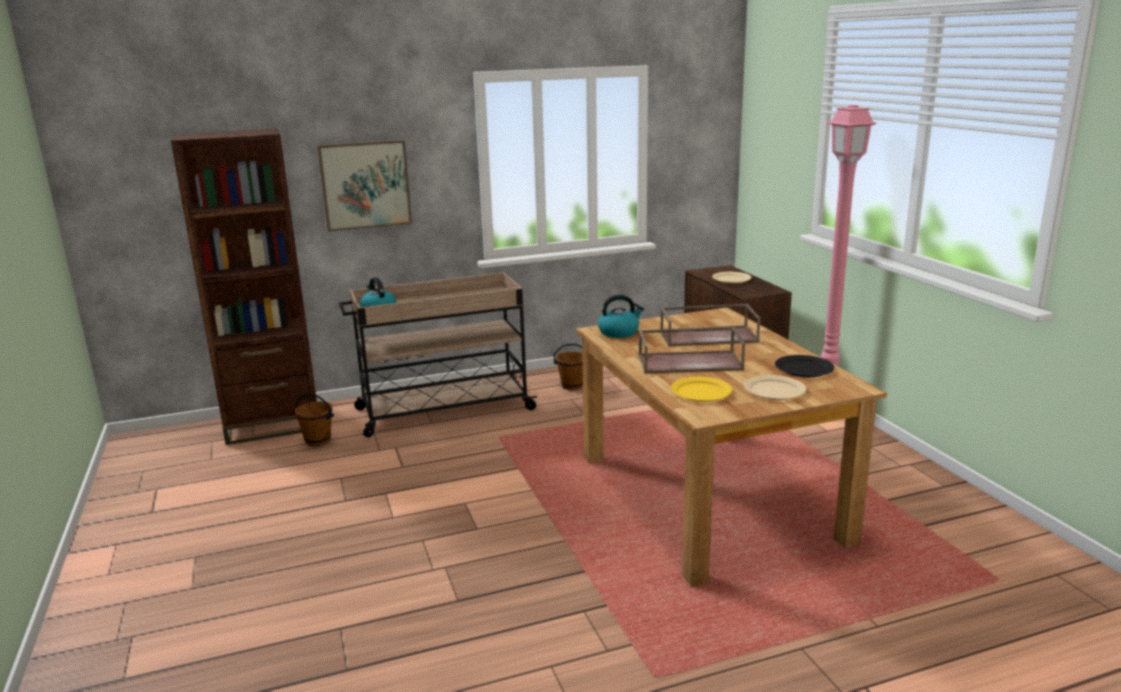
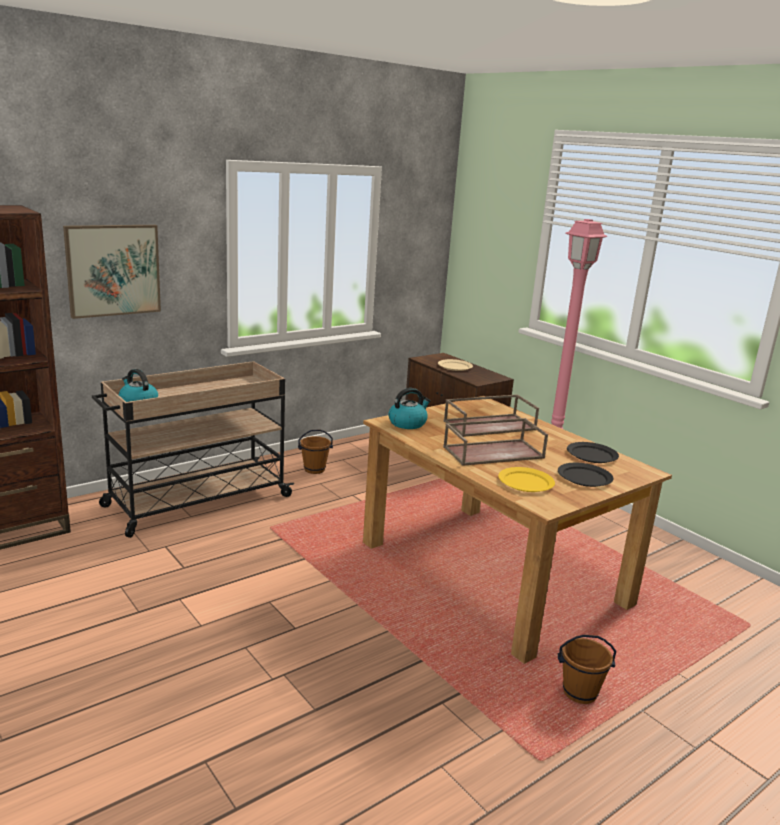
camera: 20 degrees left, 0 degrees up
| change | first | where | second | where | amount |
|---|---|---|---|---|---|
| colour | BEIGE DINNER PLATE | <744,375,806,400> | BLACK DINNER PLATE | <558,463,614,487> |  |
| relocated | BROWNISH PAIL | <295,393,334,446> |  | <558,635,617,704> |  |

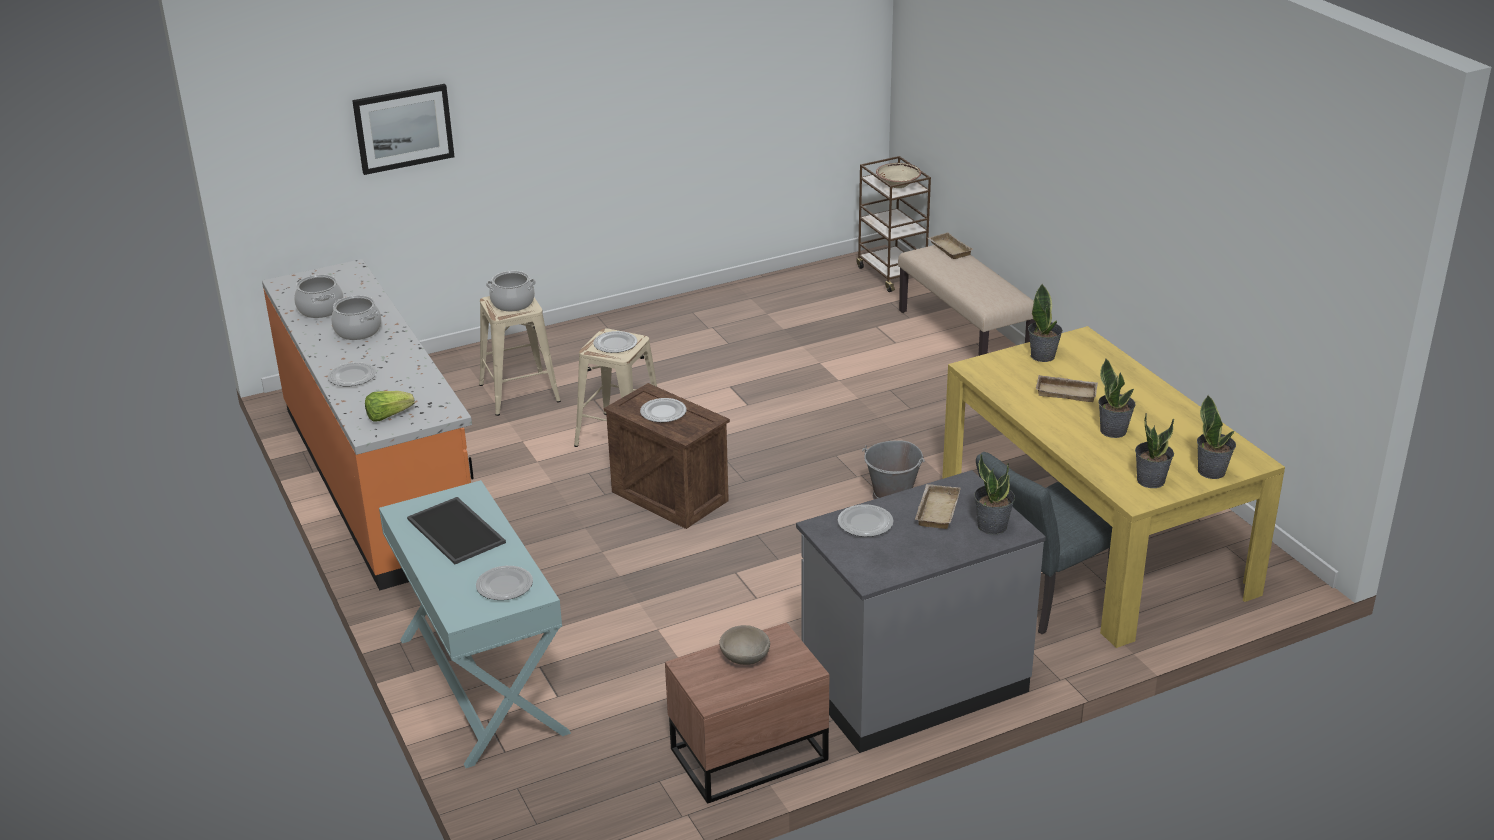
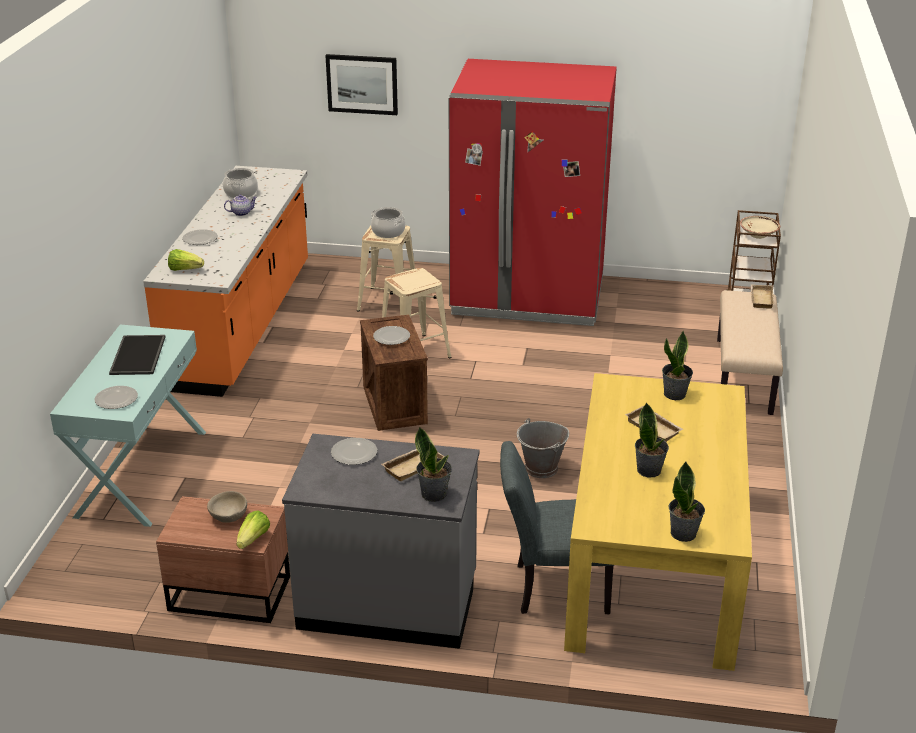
camera: 35 degrees right, 0 degrees up
| change | first | where | second | where | amount |
|---|---|---|---|---|---|
| exchanged | SAUCEPOT | <331,295,381,340> | TEA POT | <224,195,257,216> |  |
| missing | DINNER PLATE | <593,331,637,353> |  |  |  |
| missing | POTTED PLANT | <1135,413,1174,488> |  |  |  |
| appeared |  |  | REDDISH KITCHEN FRIDGE | <449,59,617,326> |  |
| appeared |  |  | HEAD OF LETTUCE | <236,511,270,549> |  |

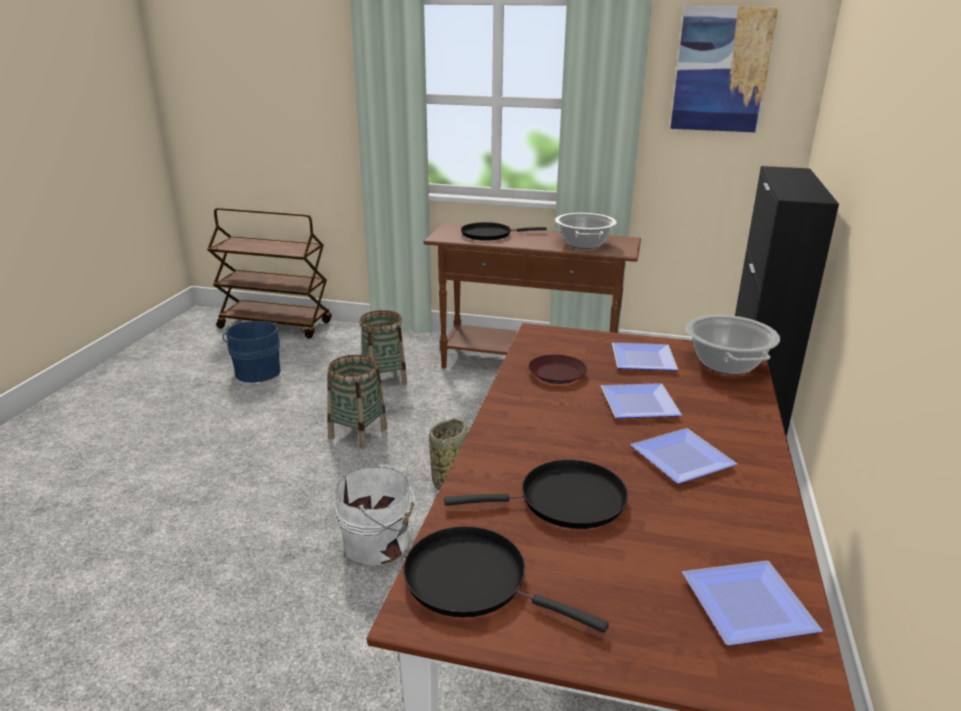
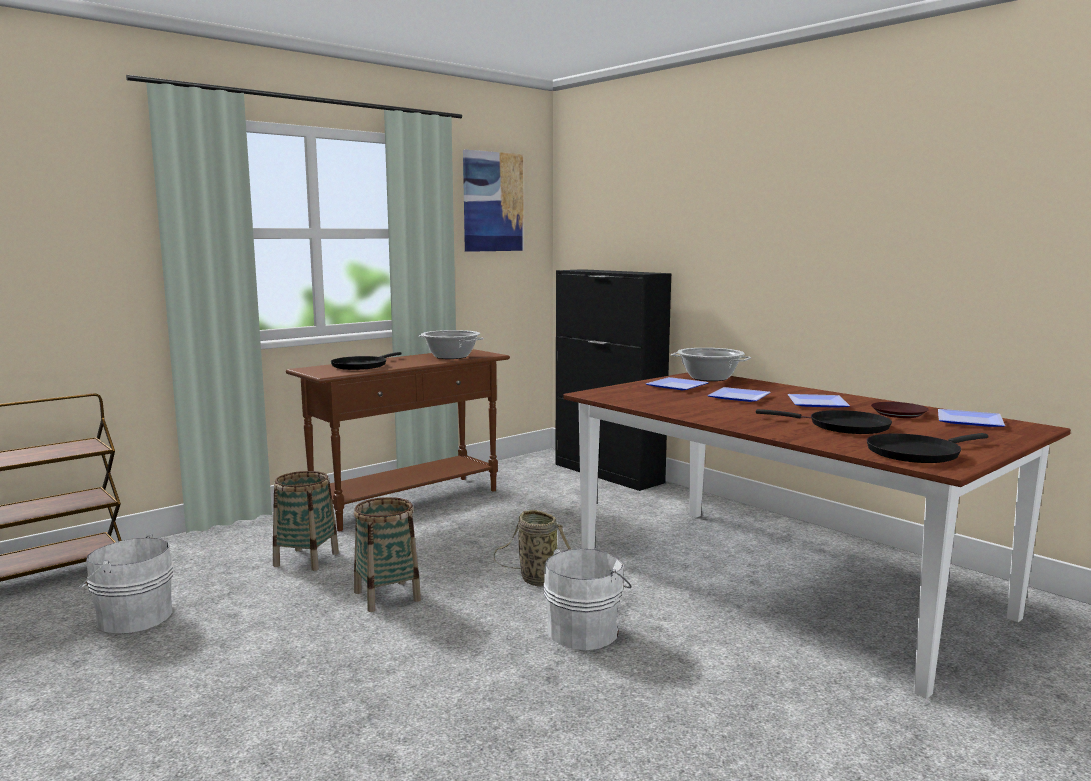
camera: 55 degrees left, 15 degrees down
| change | first | where | second | where | amount |
|---|---|---|---|---|---|
| colour | BLUISH PAIL | <223,321,281,383> | WHITE PAIL | <79,534,173,633> |  |
| relocated | BROWNISH DINNER PLATE | <528,354,587,384> |  | <871,402,929,418> |  |
| spun | BLACK SKILLET | <444,460,628,529> |  | <756,409,892,434> | 90 degrees clockwise |

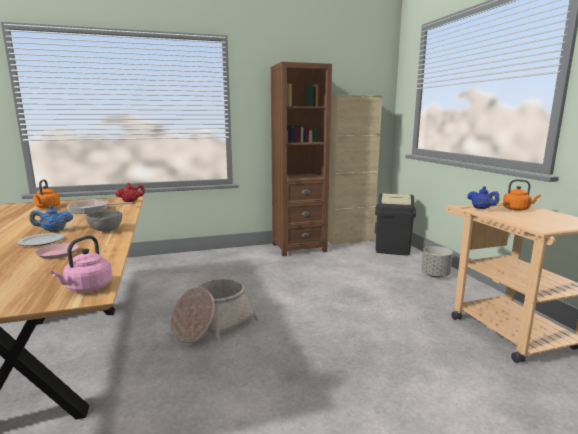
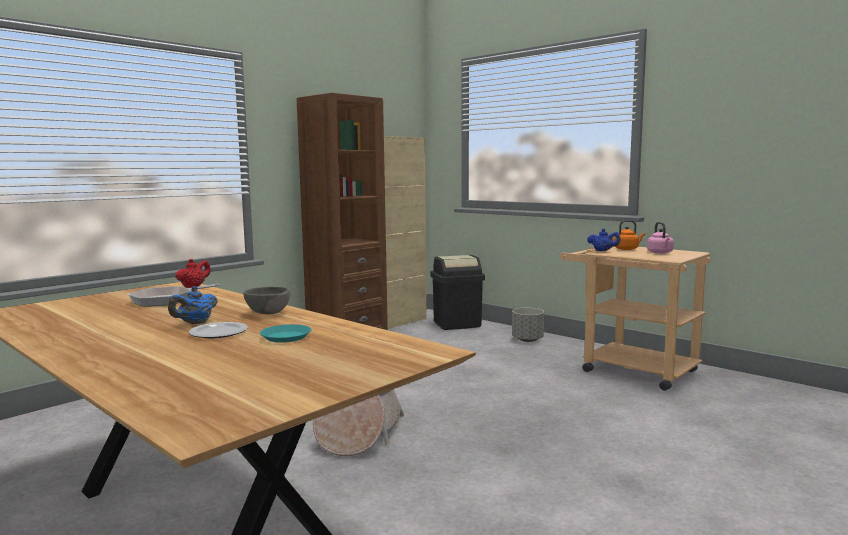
camera: 30 degrees left, 5 degrees down
| change | first | where | second | where | amount |
|---|---|---|---|---|---|
| missing | ORANGE KETTLE | <33,180,60,208> |  |  |  |
| relocated | PINK-COLOURED KETTLE | <51,236,112,292> |  | <647,222,674,254> |  |
| colour | PINK-COLOURED DINNER PLATE | <35,243,79,259> | BLUE-GREEN DINNER PLATE | <260,324,311,343> |  |

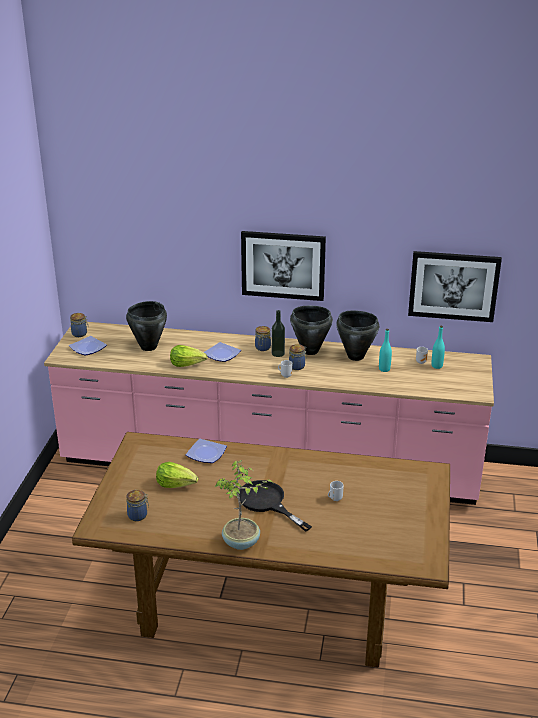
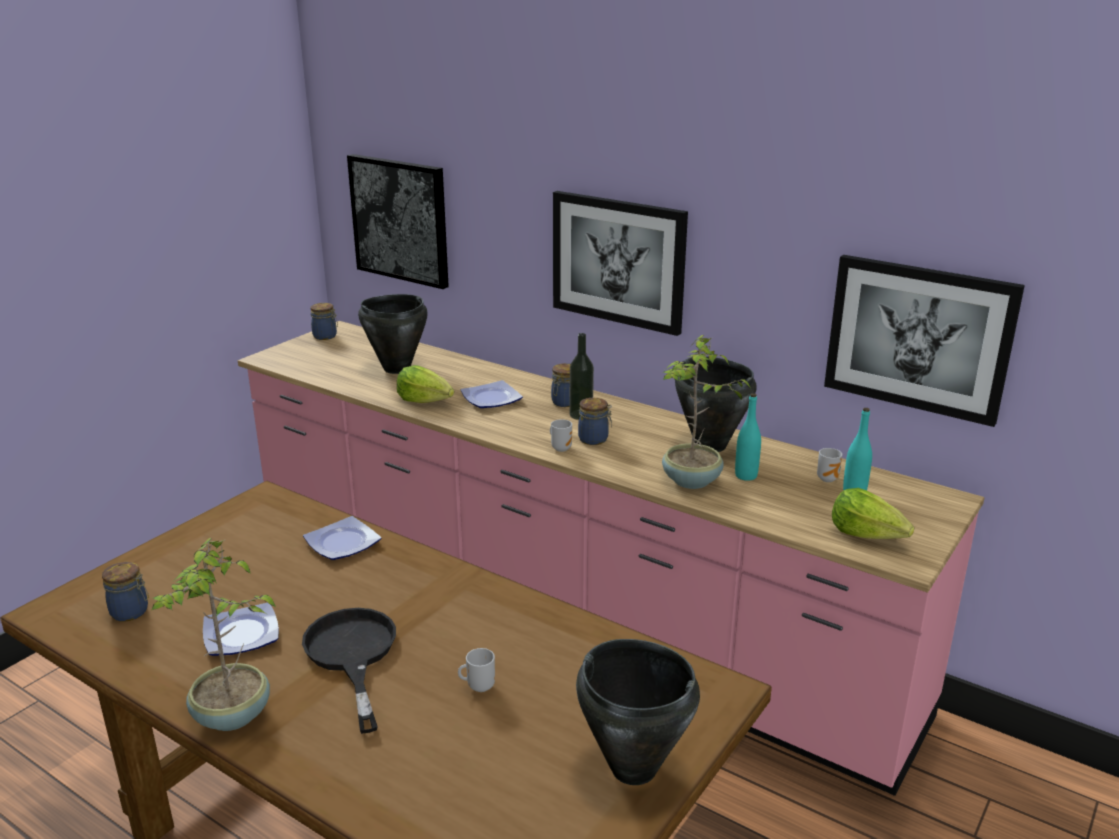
camera: 25 degrees right, 5 degrees down
| change | first | where | second | where | amount |
|---|---|---|---|---|---|
| relocated | BLACK SAUCEPOT | <290,306,333,355> |  | <576,639,700,785> |  |
| relocated | DINNER PLATE | <69,336,107,356> |  | <203,602,279,656> |  |
| relocated | HEAD OF LETTUCE | <156,462,198,488> |  | <832,488,914,539> |  |
| appeared |  |  | WALL ART | <347,154,449,289> |  |
| appeared |  |  | POTTED PLANT | <662,335,750,489> |  |

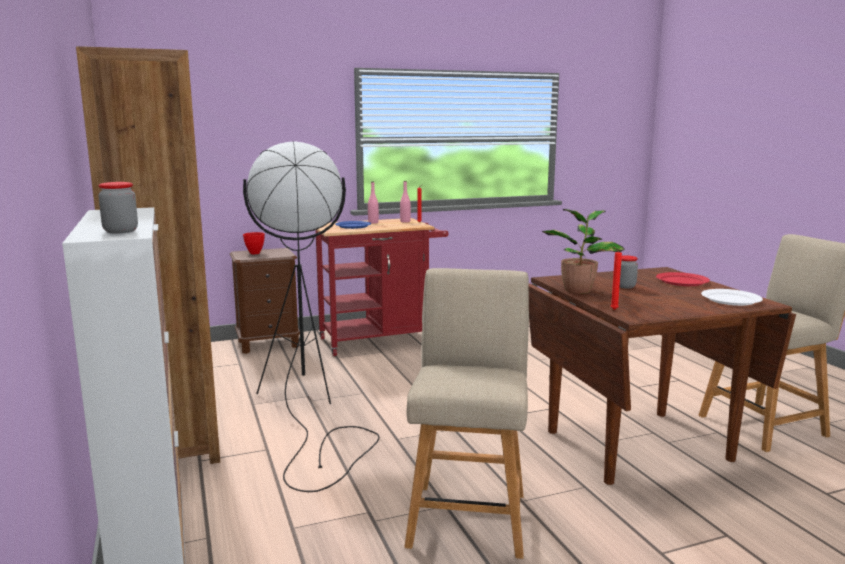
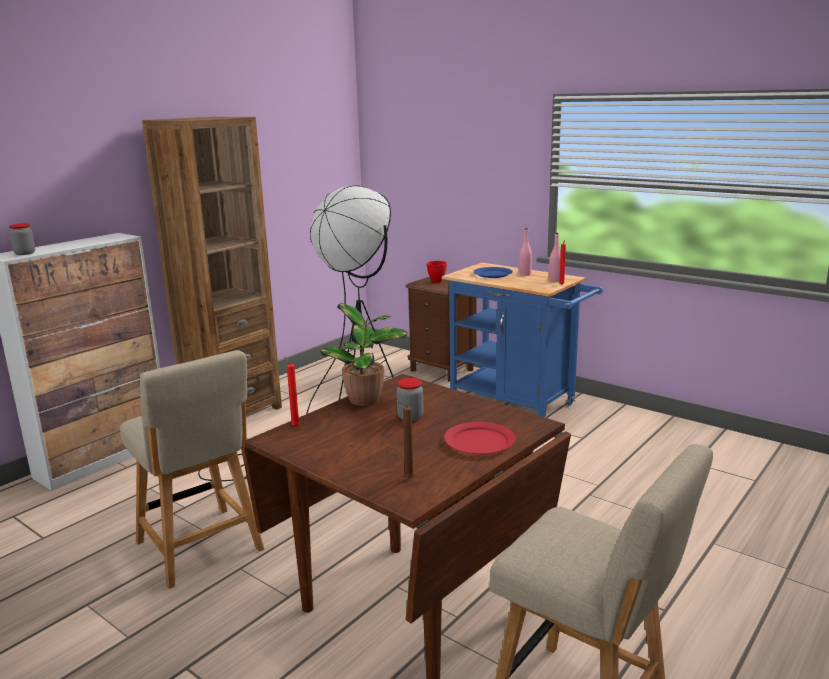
camera: 60 degrees right, 5 degrees up
| change | first | where | second | where | amount |
|---|---|---|---|---|---|
| colour | REDDISH TROLLEY | <316,218,448,356> | BLUISH TROLLEY | <442,263,603,417> |  |
| spun | BEIGE PLAIN CHAIR | <404,268,529,559> |  | <120,350,264,589> | 75 degrees clockwise |
| exchanged | WHITE DINNER PLATE | <701,289,763,306> | BROWNISH WAX LIGHT | <398,401,414,478> |  |

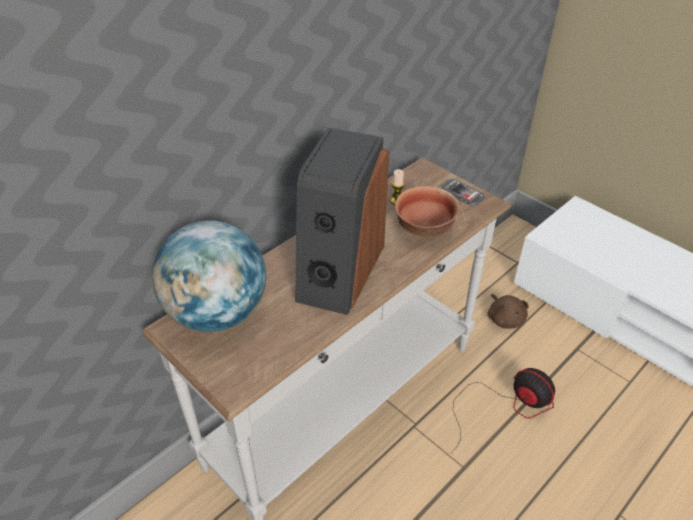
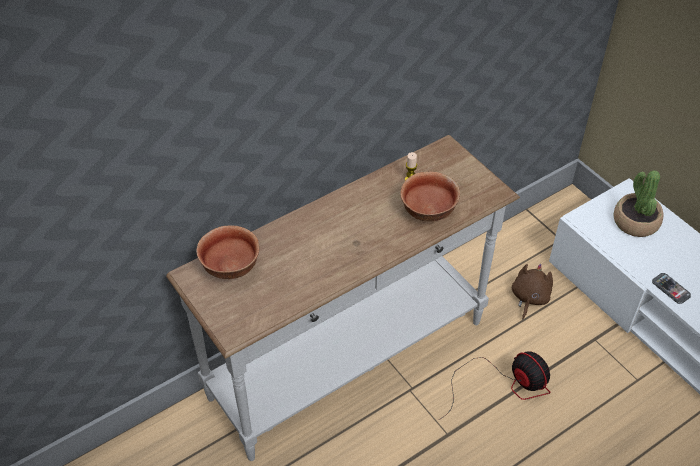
camera: 10 degrees right, 5 degrees up
| change | first | where | second | where | amount |
|---|---|---|---|---|---|
| missing | SPEAKER | <295,128,389,315> |  |  |  |
| relocated | TELEPHONE | <441,179,485,206> |  | <652,273,691,304> |  |
| exchanged | GLOBE | <152,221,266,332> | BOWL | <196,225,259,279> |  |
| spun | BROWNISH CUDDLY TOY | <488,294,529,329> |  | <512,263,553,319> | 150 degrees counterclockwise |
| appeared |  |  | POTTED PLANT | <613,170,664,237> |  |

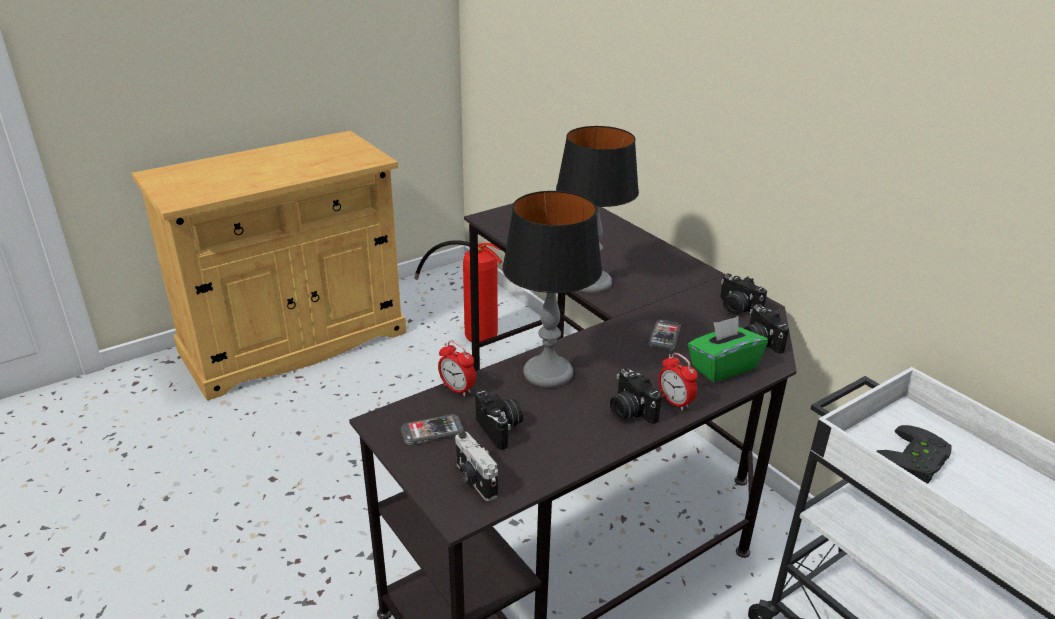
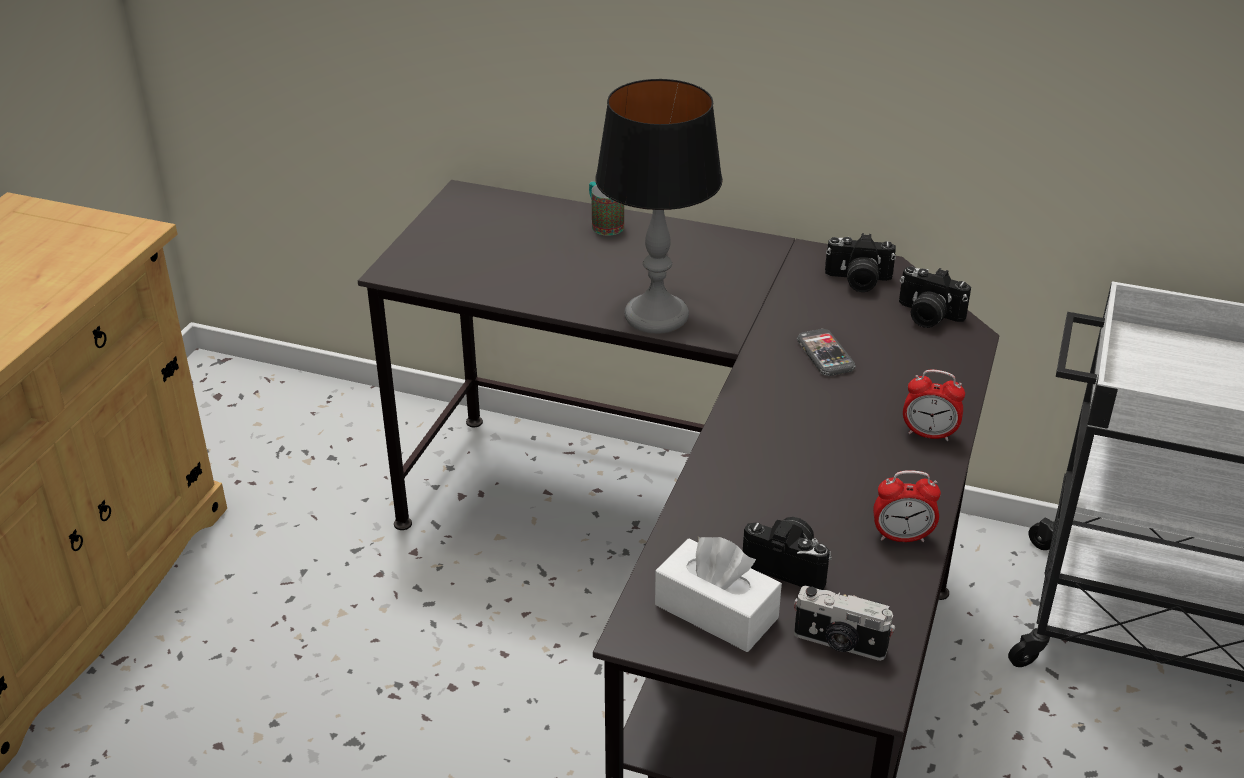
camera: 35 degrees left, 5 degrees up
| change | first | where | second | where | amount |
|---|---|---|---|---|---|
| missing | TABLETOP LAMP | <502,191,602,388> |  |  |  |
| missing | EXTINGUISHER | <414,240,502,342> |  |  |  |
| missing | GREEN-COLOURED BOX OF TISSUES | <687,316,768,382> |  |  |  |
| relocated | BEDSIDE CLOCK | <438,341,476,396> |  | <873,470,941,542> |  |
| missing | PHOTO CAMERA | <610,367,661,424> |  |  |  |
| exchanged | TELEPHONE | <401,414,464,445> | WHITE BOX OF TISSUES | <655,537,782,652> |  |
| missing | BLACK GAME CONTROLLER | <876,425,952,483> |  |  |  |
| appeared |  |  | MUG | <589,182,624,236> |  |

